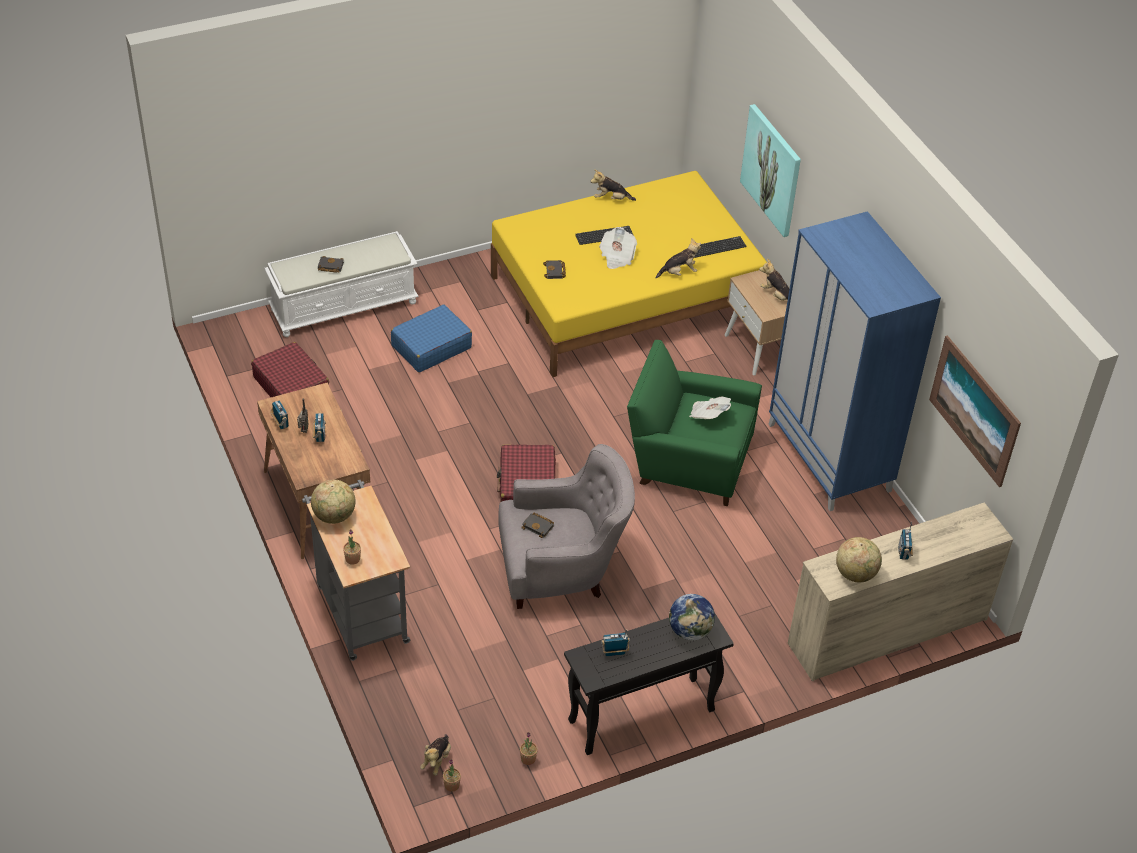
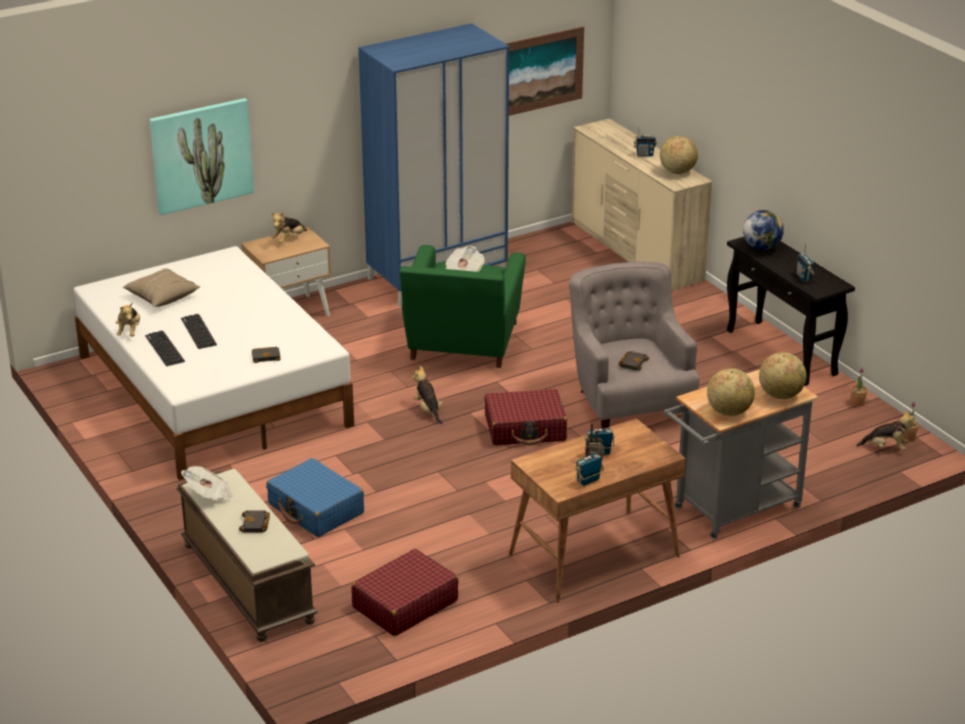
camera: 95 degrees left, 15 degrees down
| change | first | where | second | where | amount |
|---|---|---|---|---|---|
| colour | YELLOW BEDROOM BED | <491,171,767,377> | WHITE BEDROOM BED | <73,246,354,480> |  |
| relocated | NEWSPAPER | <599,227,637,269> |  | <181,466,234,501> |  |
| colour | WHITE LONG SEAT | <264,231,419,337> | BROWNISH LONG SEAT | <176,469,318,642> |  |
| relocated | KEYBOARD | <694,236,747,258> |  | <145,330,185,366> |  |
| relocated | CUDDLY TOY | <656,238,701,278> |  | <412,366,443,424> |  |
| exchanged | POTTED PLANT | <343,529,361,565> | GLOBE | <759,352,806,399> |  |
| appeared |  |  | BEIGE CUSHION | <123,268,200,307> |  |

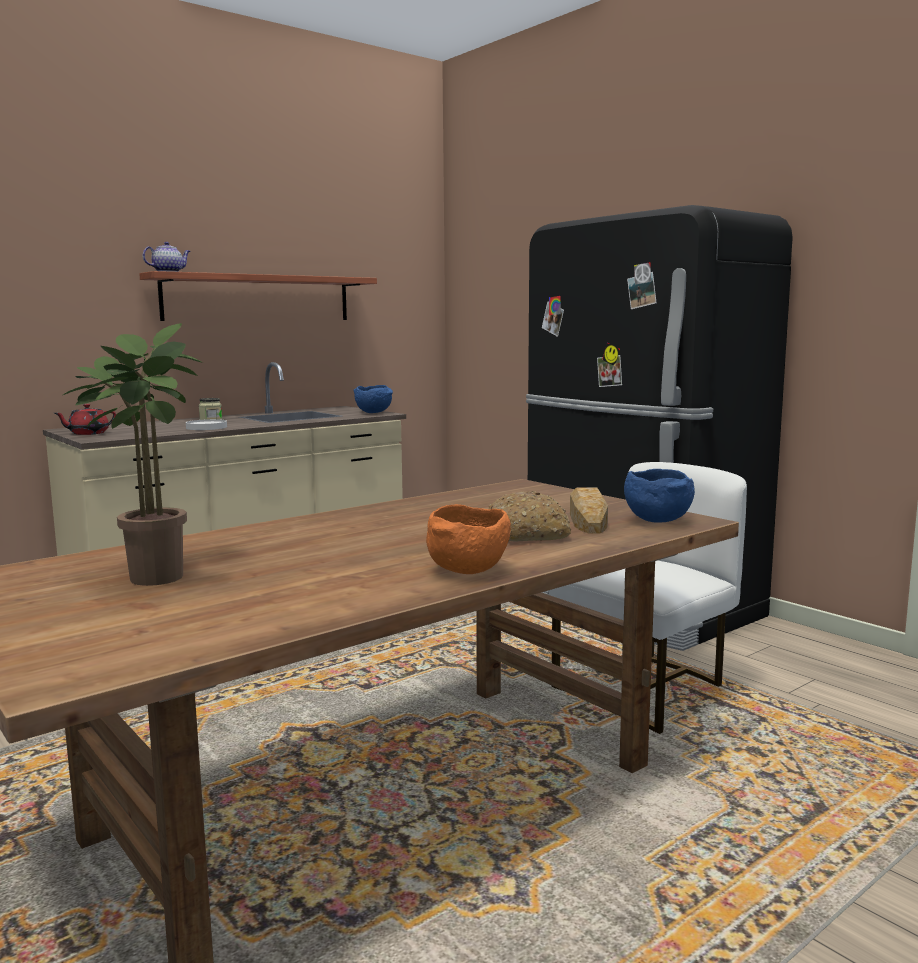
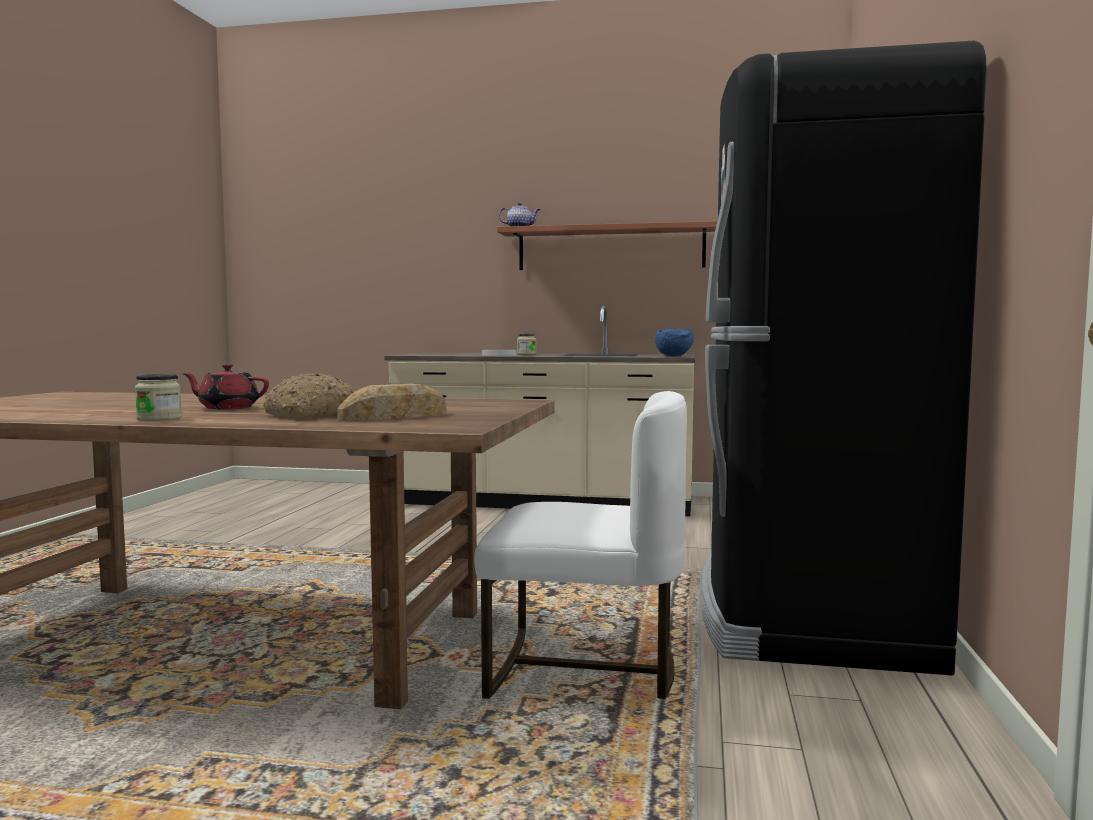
camera: 50 degrees right, 5 degrees down
| change | first | where | second | where | amount |
|---|---|---|---|---|---|
| missing | POTTED PLANT | <63,323,203,586> |  |  |  |
| relocated | REDDISH TEA POT | <54,404,116,435> |  | <182,364,269,409> |  |
| missing | BLUISH BOWL | <624,469,695,522> |  |  |  |
| exchanged | ORANGE BOWL | <426,504,511,574> | PRESERVE JAR | <135,374,182,421> |  |

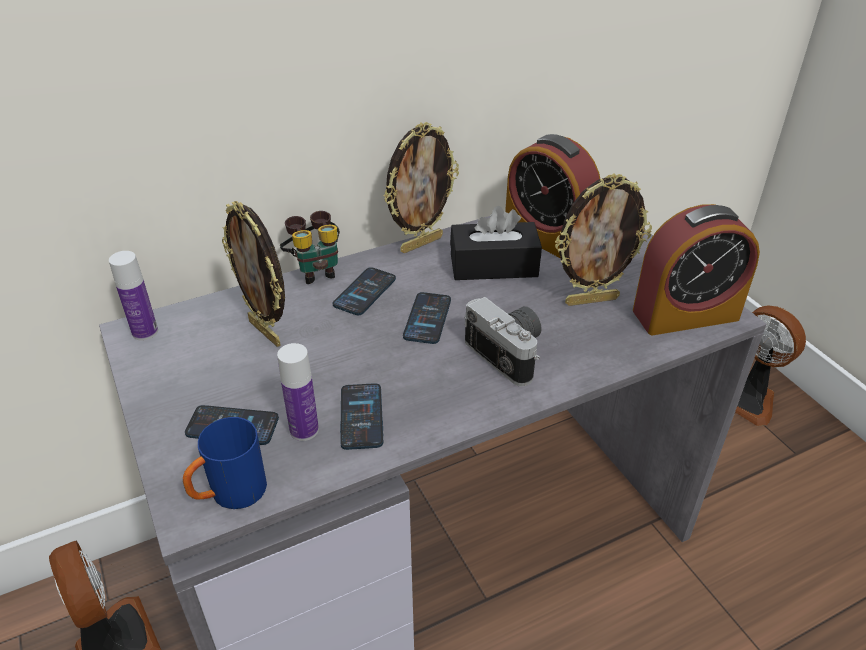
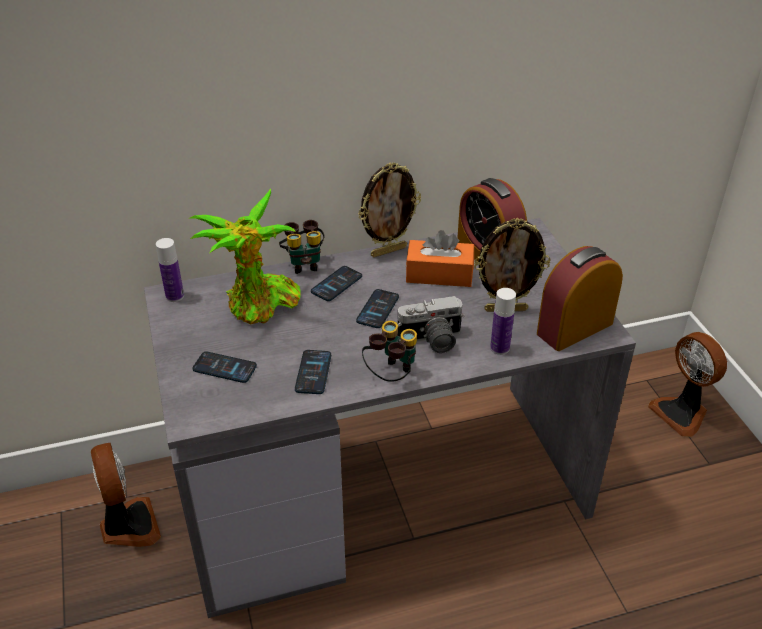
camera: 10 degrees right, 0 degrees up
| change | first | where | second | where | amount |
|---|---|---|---|---|---|
| exchanged | PICTURE FRAME | <222,201,285,347> | POTTED PLANT | <190,189,301,324> |  |
| spun | BEDSIDE CLOCK | <633,204,760,335> |  | <537,246,623,351> | 150 degrees clockwise |
| colour | BLACK BOX OF TISSUES | <450,206,542,280> | ORANGE BOX OF TISSUES | <406,230,474,287> |  |
| spun | PHOTO CAMERA | <464,297,542,386> |  | <398,296,465,353> | 105 degrees clockwise |
| relocated | BEVERAGE BOTTLE | <277,343,319,441> |  | <490,288,516,355> |  |
| missing | BLUISH MUG | <183,417,267,509> |  |  |  |
| appeared |  |  | PAIR OF BINOCULARS | <362,321,417,382> |  |

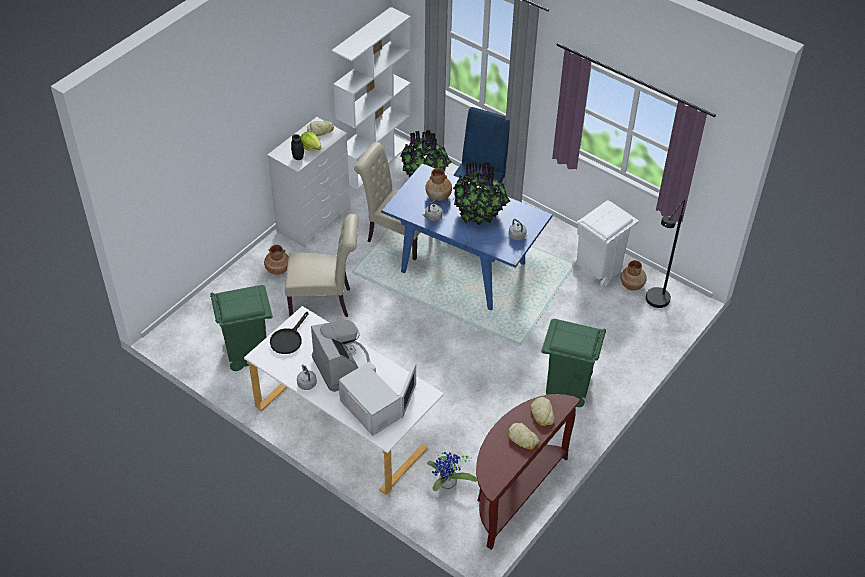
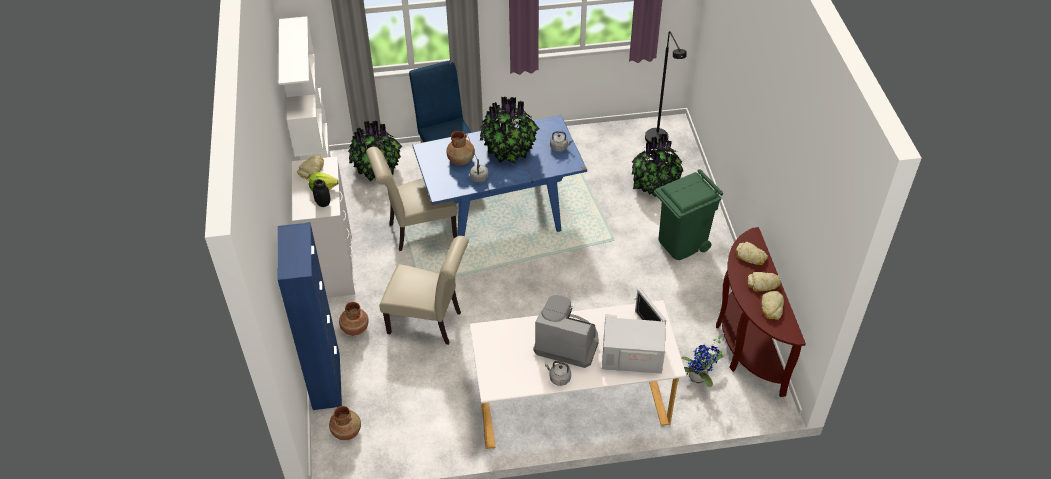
camera: 45 degrees left, 0 degrees up
| change | first | where | second | where | amount |
|---|---|---|---|---|---|
| missing | WHITE TRASH CAN | <572,201,639,288> |  |  |  |
| spun | BEIGE PLAIN CHAIR | <285,214,359,317> |  | <379,236,469,345> | 60 degrees clockwise |
| relocated | BROWNISH FLOWER VASE | <621,260,647,291> |  | <329,406,361,440> |  |
| missing | GREEN-COLOURED TRASH CAN | <210,285,273,371> |  |  |  |
| missing | BLACK SKILLET | <270,312,309,354> |  |  |  |
| appeared |  |  | POTTED PLANT | <632,133,683,197> |  |
| appeared |  |  | BLUISH CUPBOARD | <278,222,342,410> |  |
| appeared |  |  | BREAD | <761,291,784,320> |  |

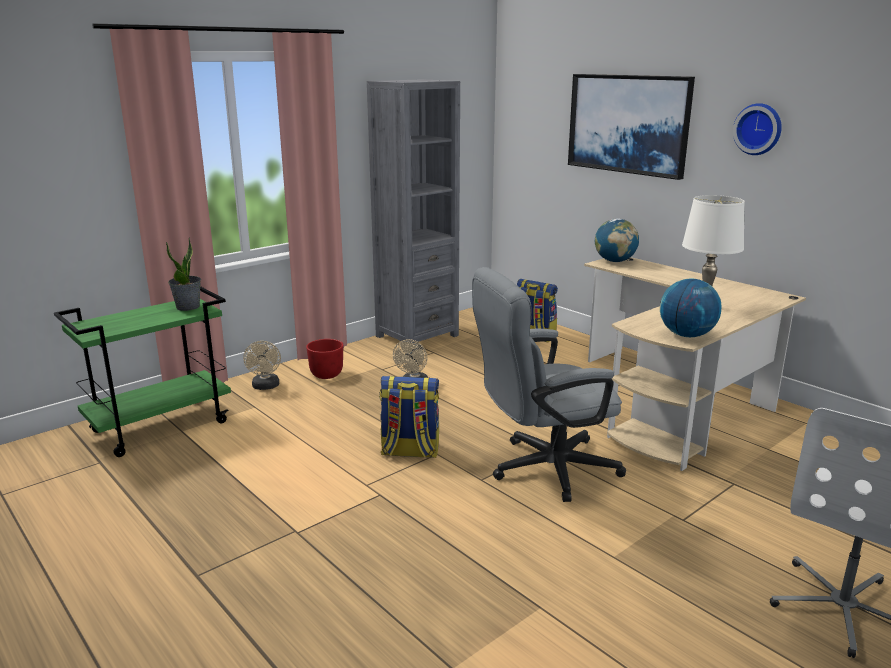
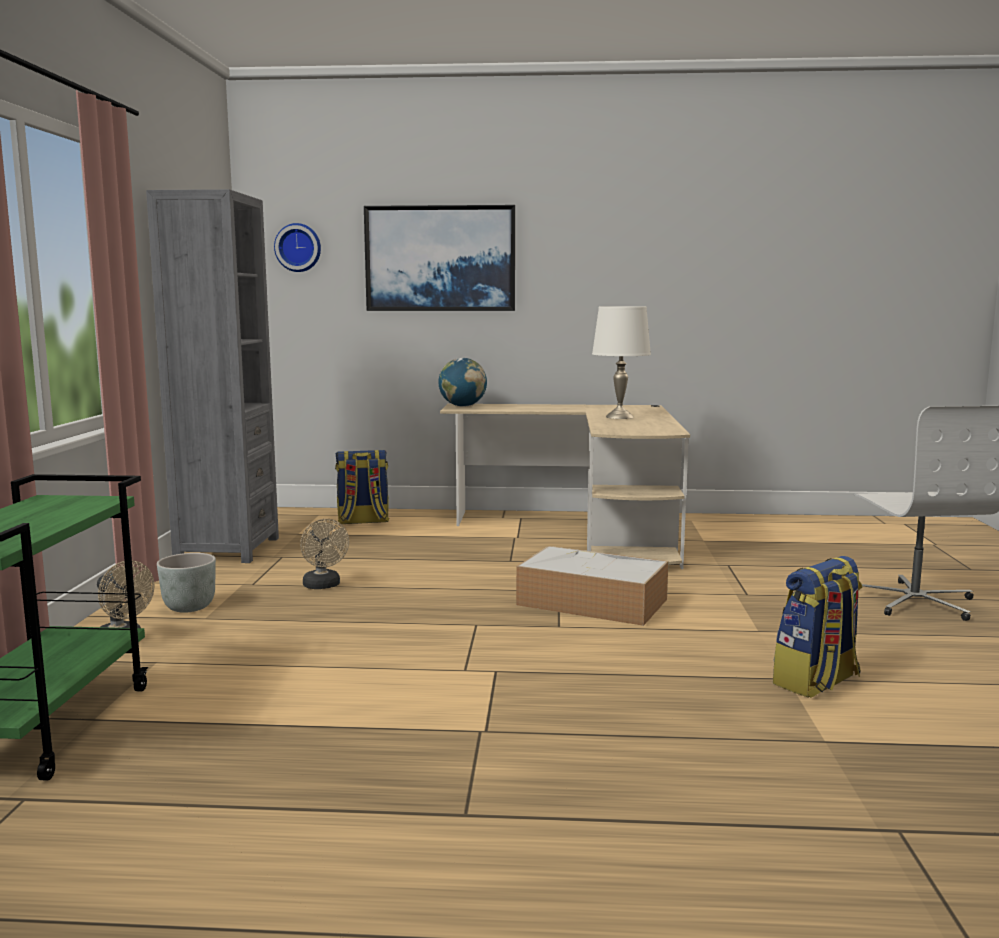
camera: 45 degrees left, 10 degrees down
| change | first | where | second | where | amount |
|---|---|---|---|---|---|
| relocated | WALL CLOCK | <733,103,782,155> |  | <274,223,321,272> |  |
| missing | POTTED PLANT | <166,238,201,311> |  |  |  |
| exchanged | GREYISH COMPUTER CHAIR | <472,267,626,502> | STORAGE BIN | <516,546,668,626> |  |
| missing | GLOBE | <660,279,721,337> |  |  |  |
| colour | REDDISH PLANTER | <306,339,343,379> | GREYISH PLANTER | <157,553,216,613> |  |
| relocated | BACKPACK | <379,376,439,458> |  | <773,556,862,698> |  |

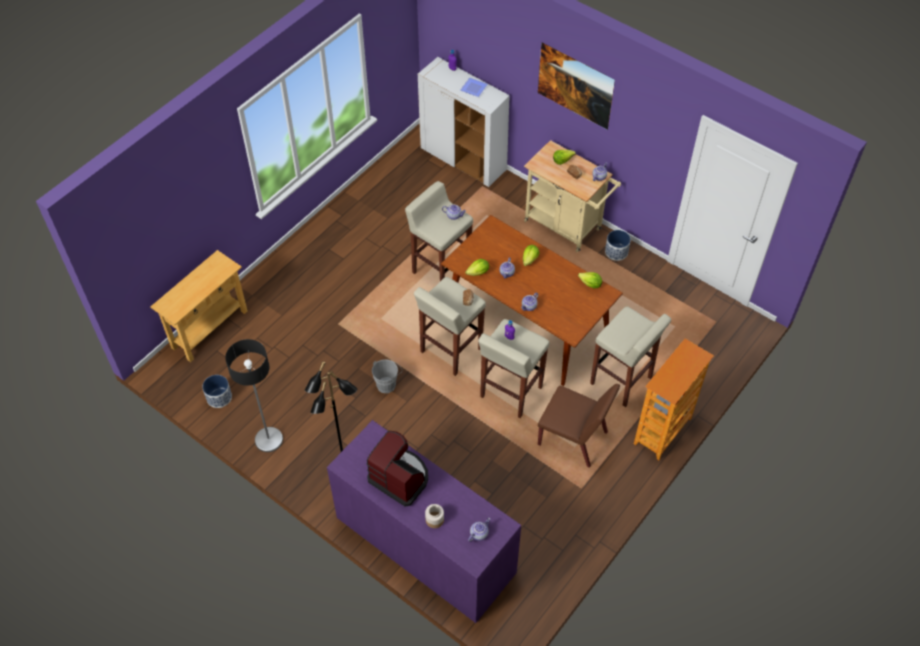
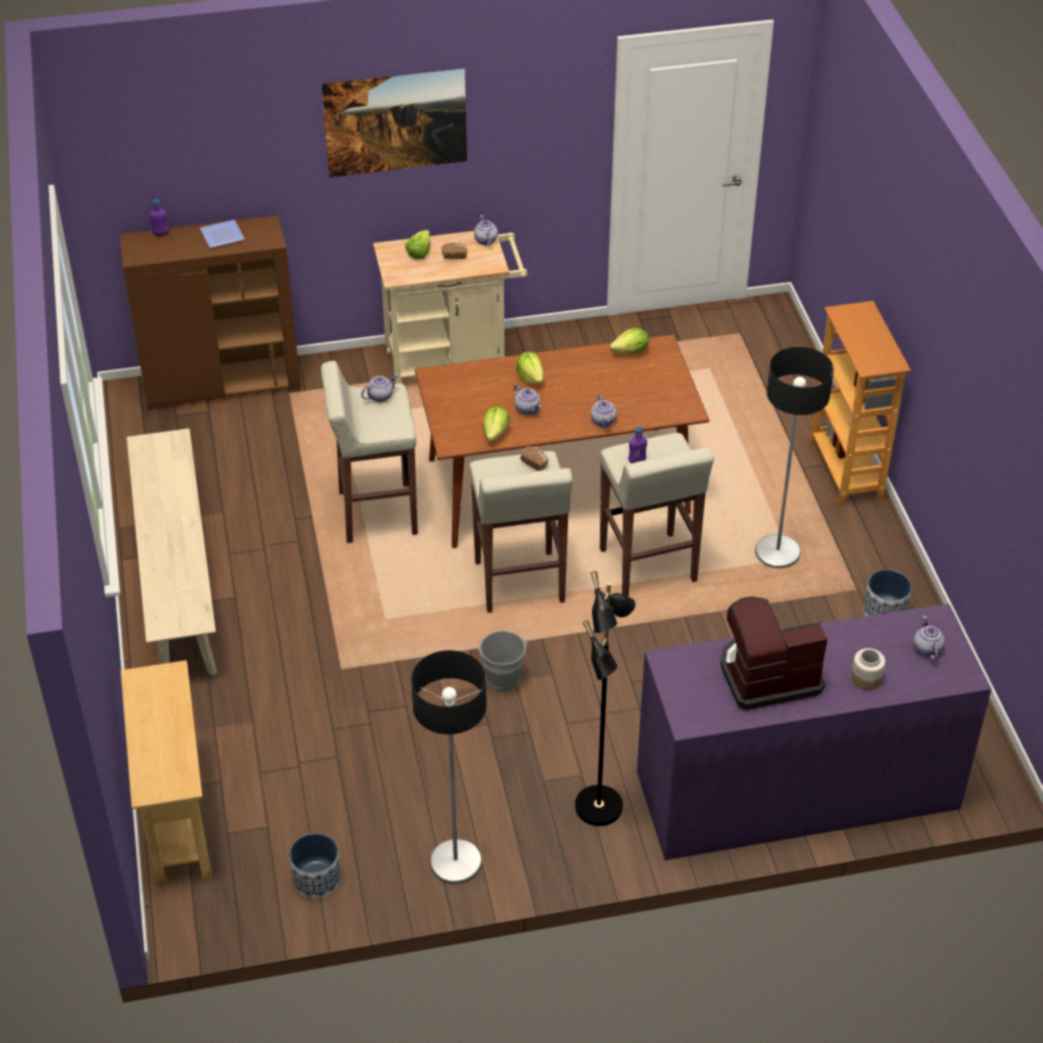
camera: 50 degrees left, 10 degrees down
| change | first | where | second | where | amount |
|---|---|---|---|---|---|
| colour | WHITE CUPBOARD | <418,57,510,187> | BROWNISH CUPBOARD | <120,215,301,408> |  |
| relocated | PLANTER | <605,230,631,261> |  | <863,569,912,616> |  |
| missing | BEIGE STOOL SEAT | <590,306,671,407> |  |  |  |
| exchanged | BROWNISH PLAIN CHAIR | <538,384,620,468> | STANDARD LAMP | <755,347,834,568> |  |
| appeared |  |  | BEIGE LONG SEAT | <127,428,217,676> |  |

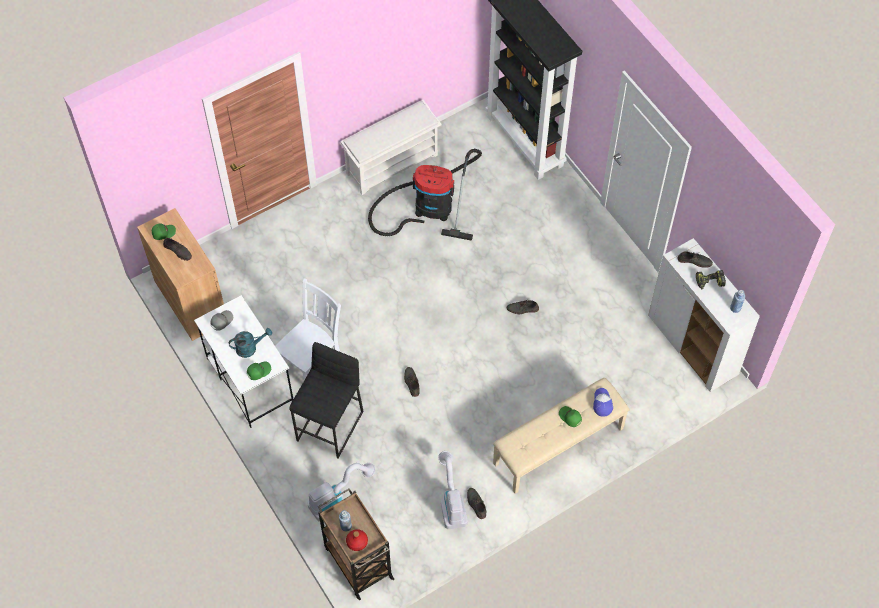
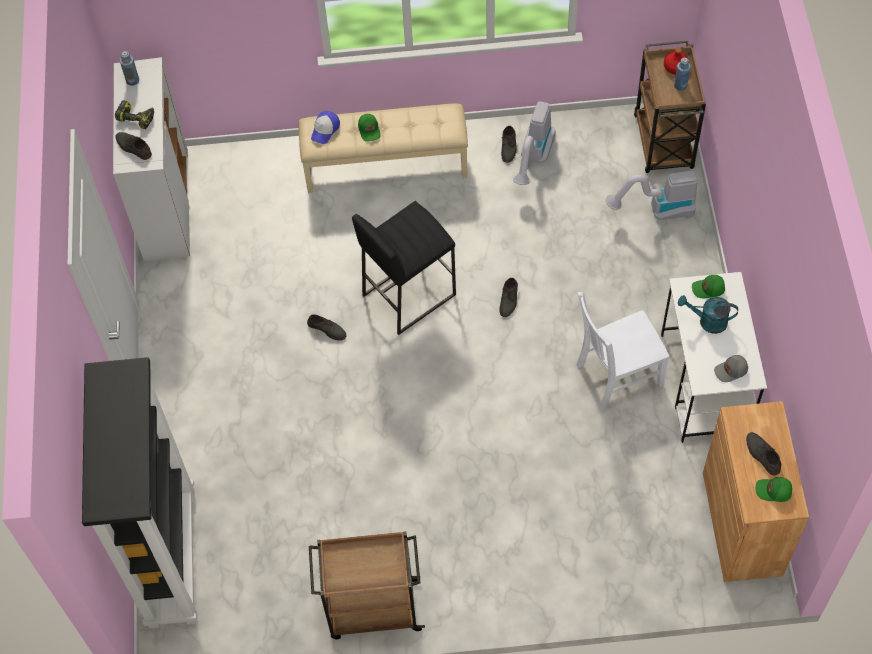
camera: 150 degrees left, 0 degrees up
| change | first | where | second | where | amount |
|---|---|---|---|---|---|
| exchanged | WHITE SHOE RACK | <340,100,442,195> | BROWNISH TROLLEY | <309,531,425,639> |  |
| missing | HOOVER | <368,149,482,241> |  |  |  |
| relocated | BLACK STOOL SEAT | <289,342,364,458> |  | <352,201,456,335> |  |

